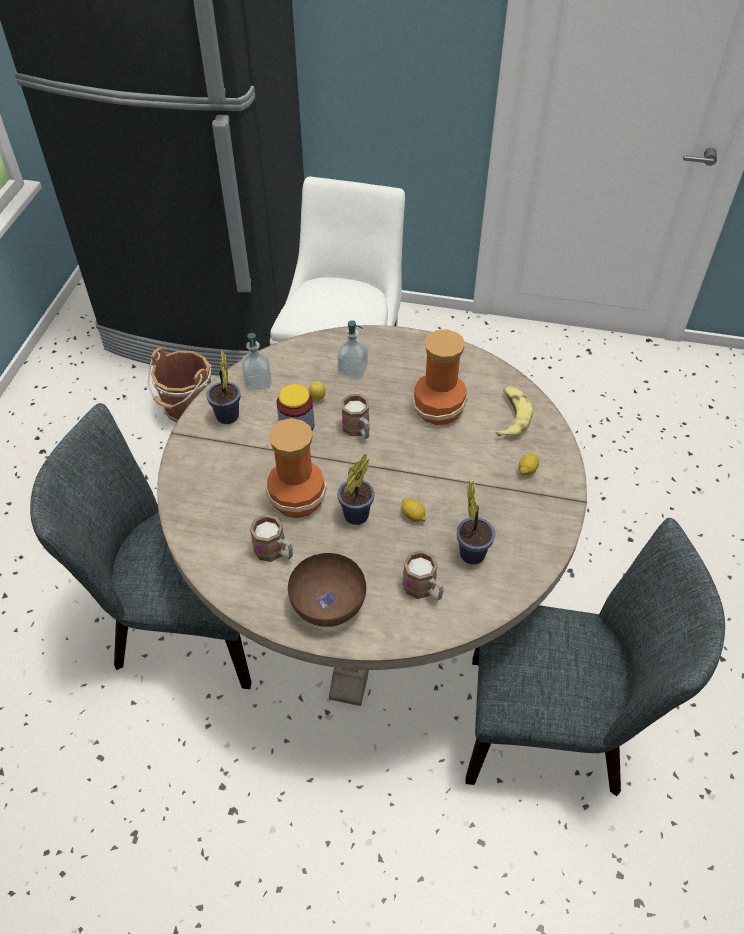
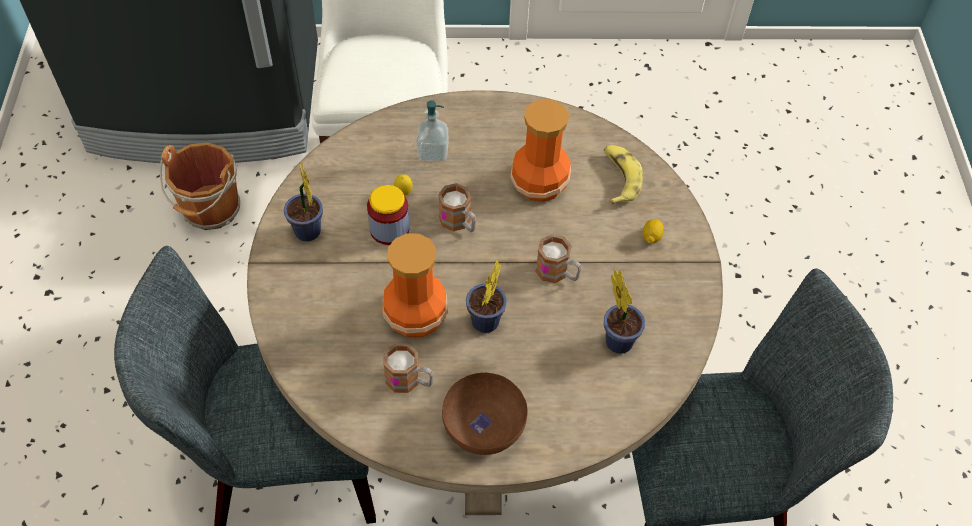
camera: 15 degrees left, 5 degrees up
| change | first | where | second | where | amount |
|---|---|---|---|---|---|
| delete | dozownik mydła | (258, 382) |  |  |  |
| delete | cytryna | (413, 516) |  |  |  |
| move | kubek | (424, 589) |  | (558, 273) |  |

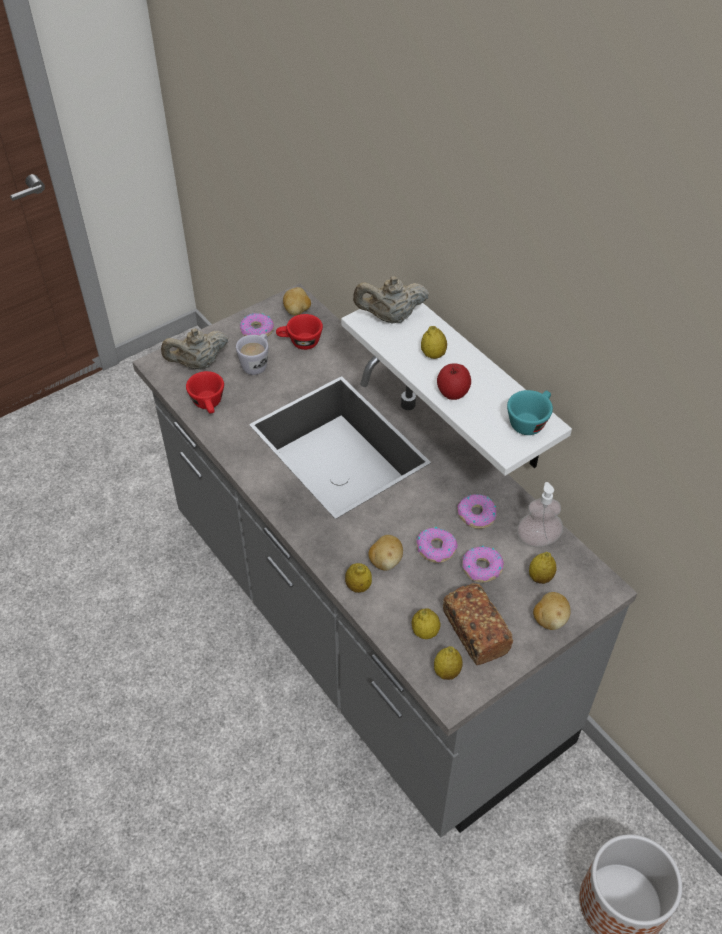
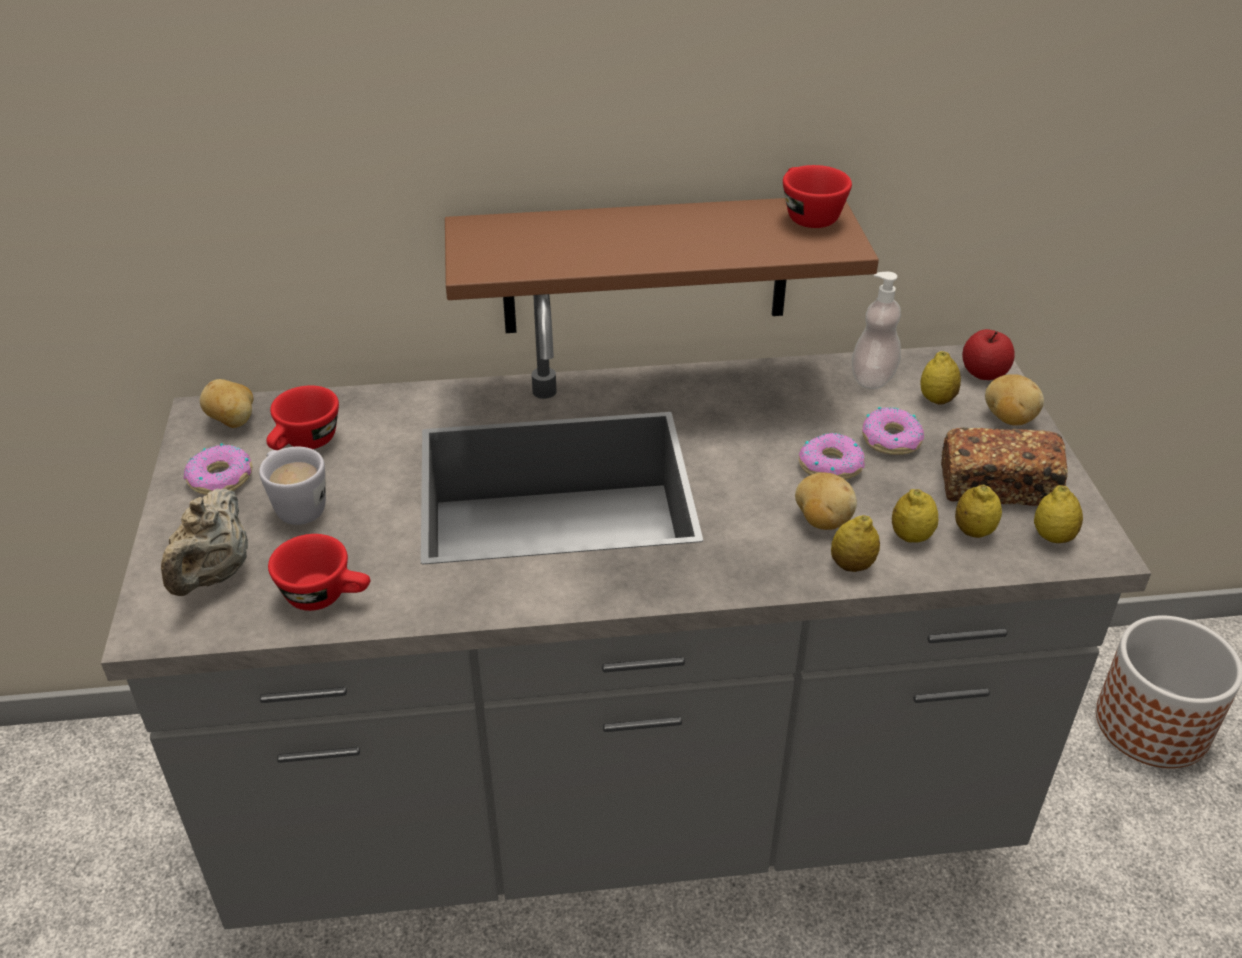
camera: 60 degrees left, 10 degrees down
| change | first | where | second | where | amount |
|---|---|---|---|---|---|
| recolor | półka (biały) | (479, 383) | półka (brązowy) | (646, 265) |  |
| delete | imbryk (beżowy) | (390, 317) |  |  |  |
| move | cytryna | (433, 355) |  | (911, 536) |  |
| move | jabłko | (453, 392) |  | (983, 373) |  |
| delete | donut | (476, 515) |  |  |  |
| recolor | filiżanka (turkusowy) | (529, 421) | filiżanka (czerwony) | (807, 215) |  |

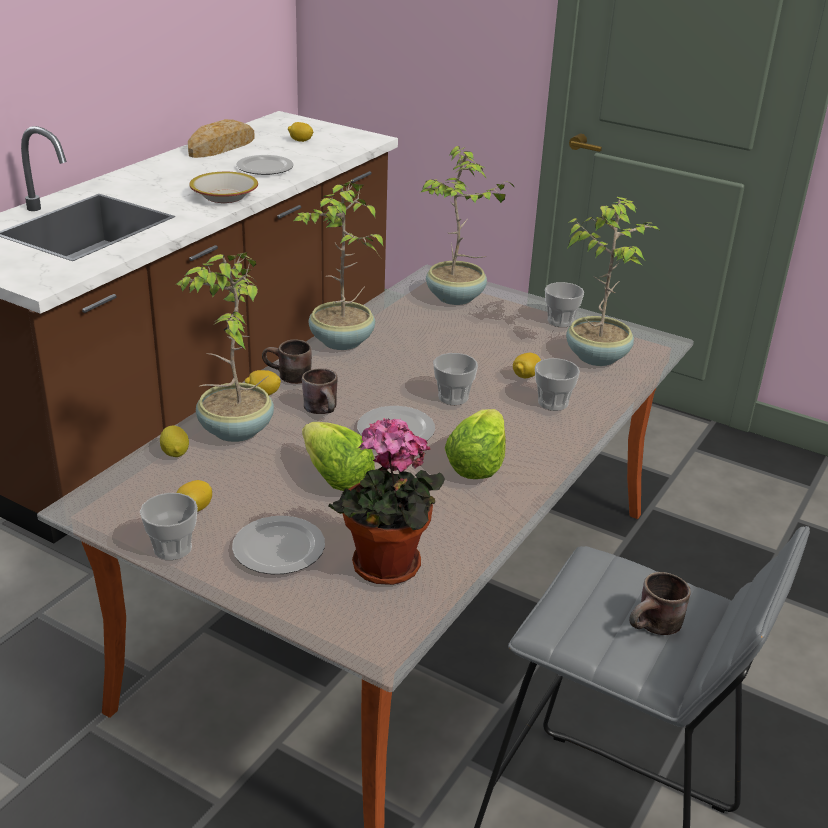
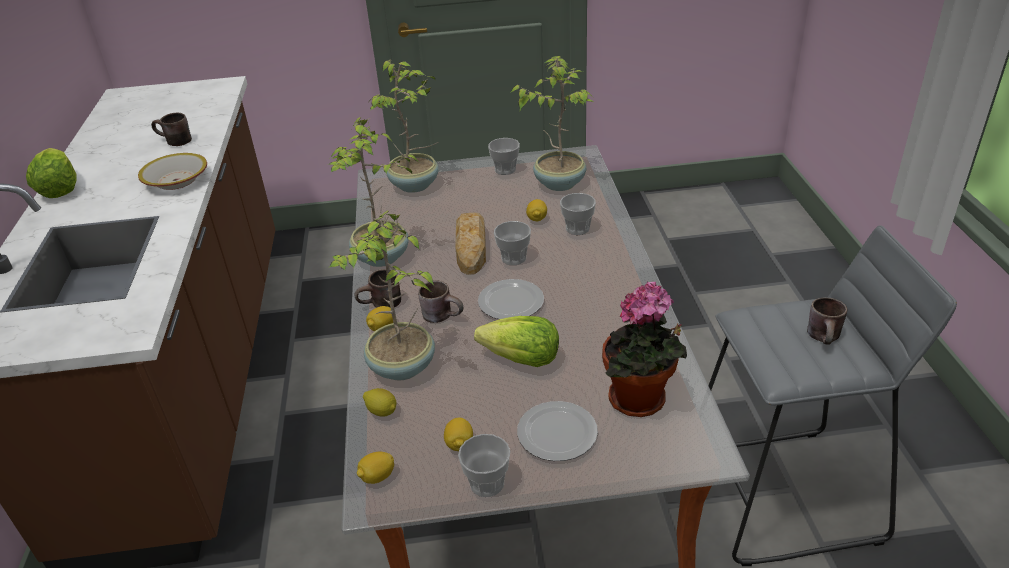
camera: 35 degrees left, 5 degrees up
| change | first | where | second | where | amount |
|---|---|---|---|---|---|
| move | chleb | (222, 147) |  | (471, 247) |  |
| replace | talerz | (265, 168) | kubek (brązowy) | (174, 142) |  |
| move | cytryna | (300, 141) |  | (377, 477) |  |
| move | sałata | (476, 465) |  | (59, 190) |  |

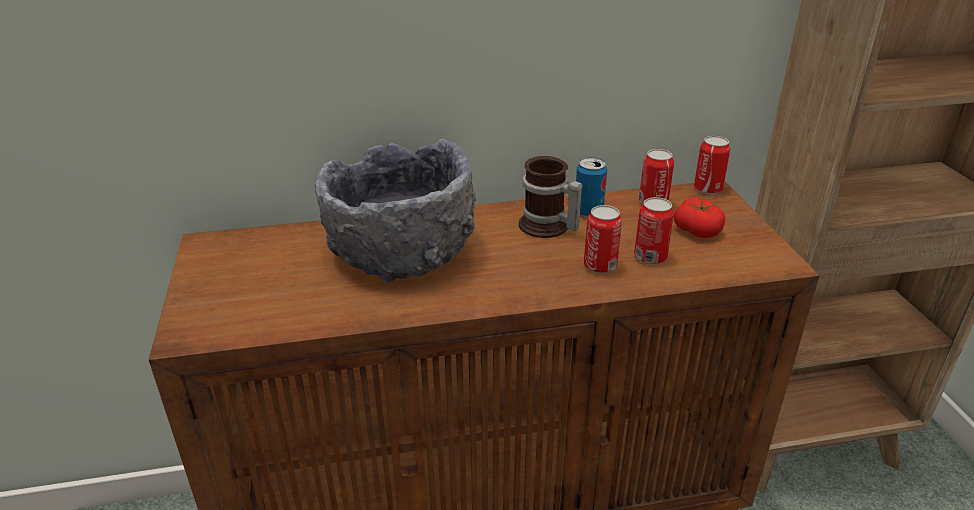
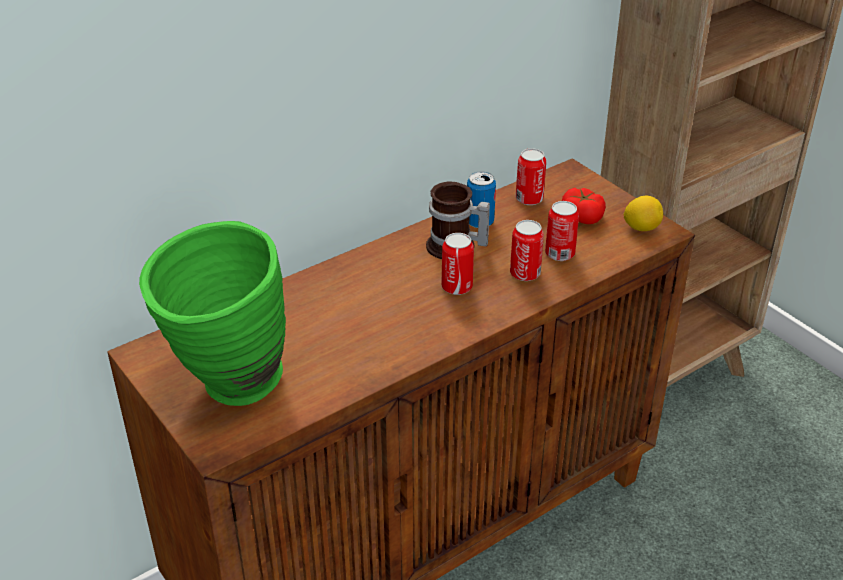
camera: 25 degrees left, 5 degrees up
| change | first | where | second | where | amount |
|---|---|---|---|---|---|
| delete | miska (szary) | (401, 252) |  |  |  |
| move | puszka | (708, 189) |  | (457, 287) |  |
| insert |  |  | wazon (zielony) | (227, 389) |  |
| insert |  |  | cytryna | (641, 228) |  |

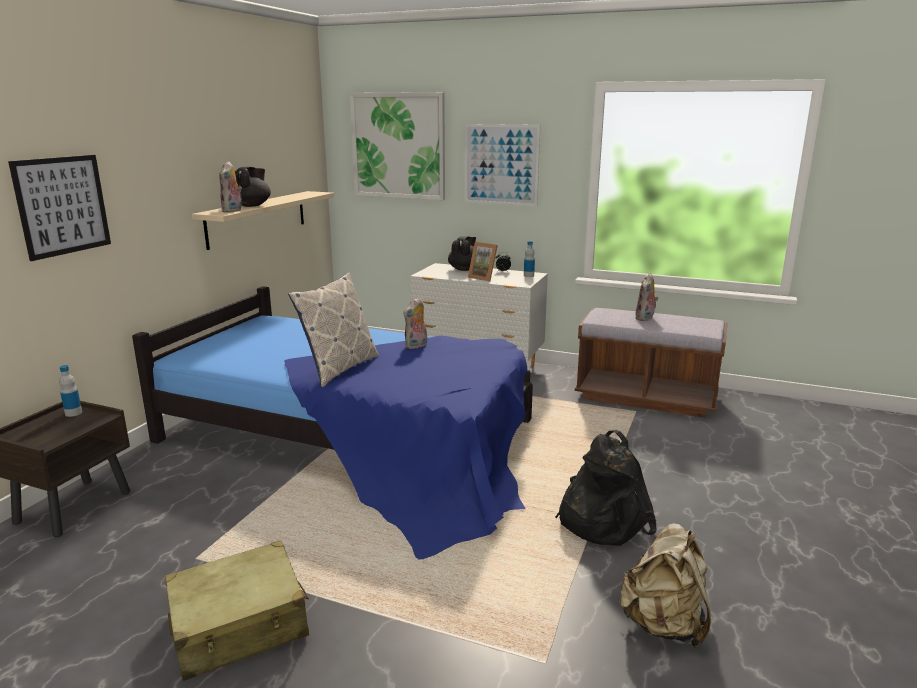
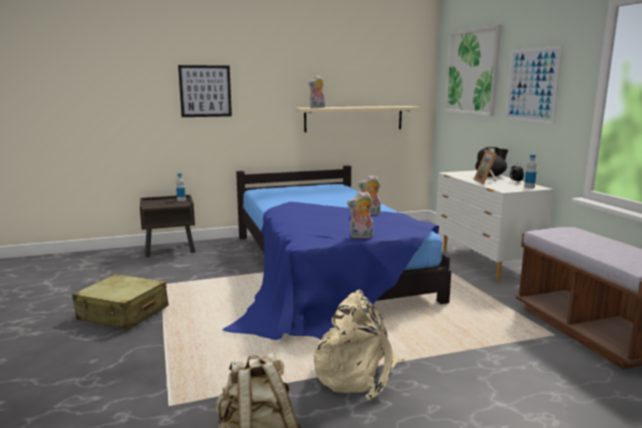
camera: 50 degrees right, 5 degrees down
| change | first | where | second | where | amount |
|---|---|---|---|---|---|
| delete | imbryk (czarny) | (252, 205) |  |  |  |
| delete | poduszka | (339, 368) |  |  |  |
| recolor | plecak (czarny) | (600, 519) | plecak (beżowy) | (357, 373) |  |
| move | pluszak | (645, 318) |  | (361, 237) |  |

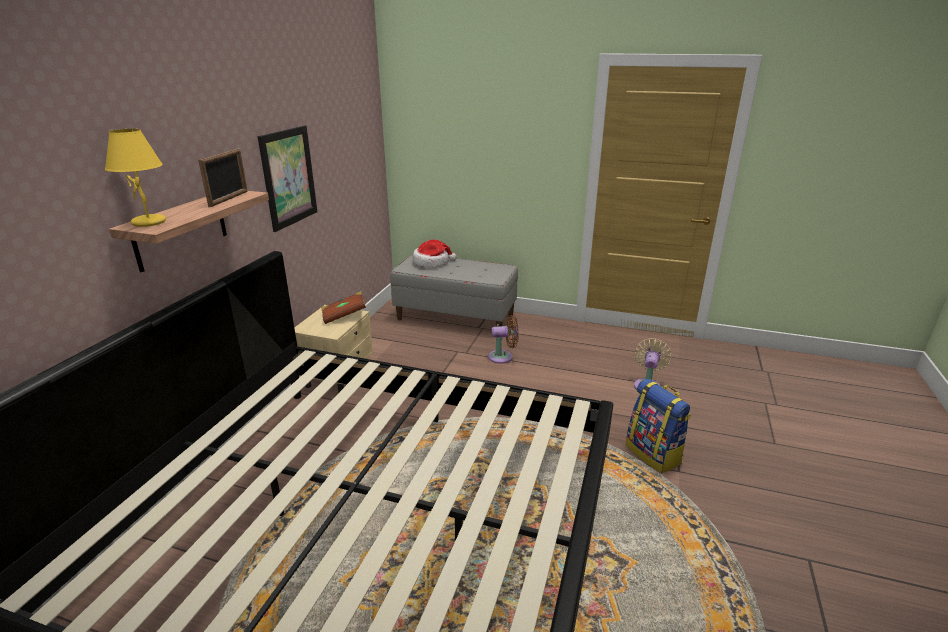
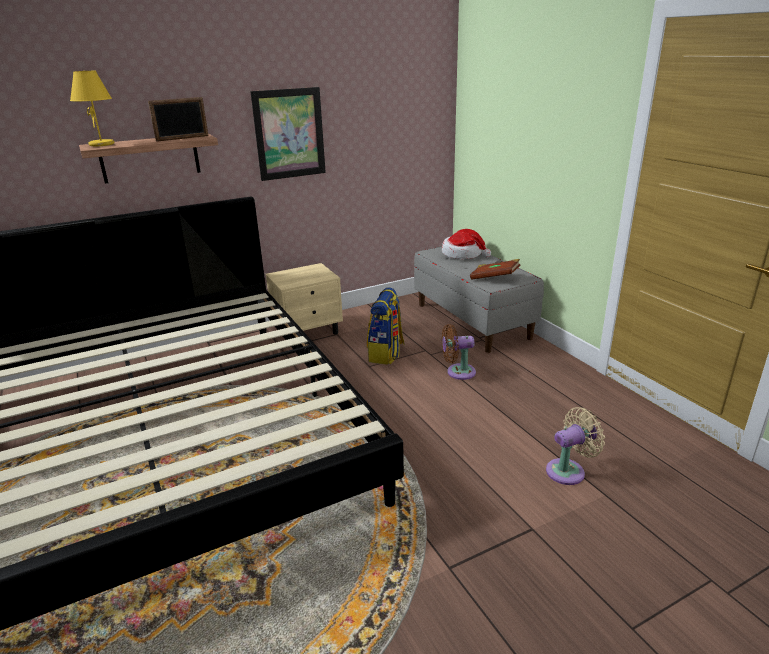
camera: 45 degrees right, 0 degrees up
| change | first | where | second | where | amount |
|---|---|---|---|---|---|
| move | książka (brązowy) | (344, 316) |  | (494, 278) |  |
| rotate | wentylator (brązowy) | (503, 357) |  | (458, 372) | 135 degrees clockwise |
| move | plecak | (654, 454) |  | (386, 354) |  |

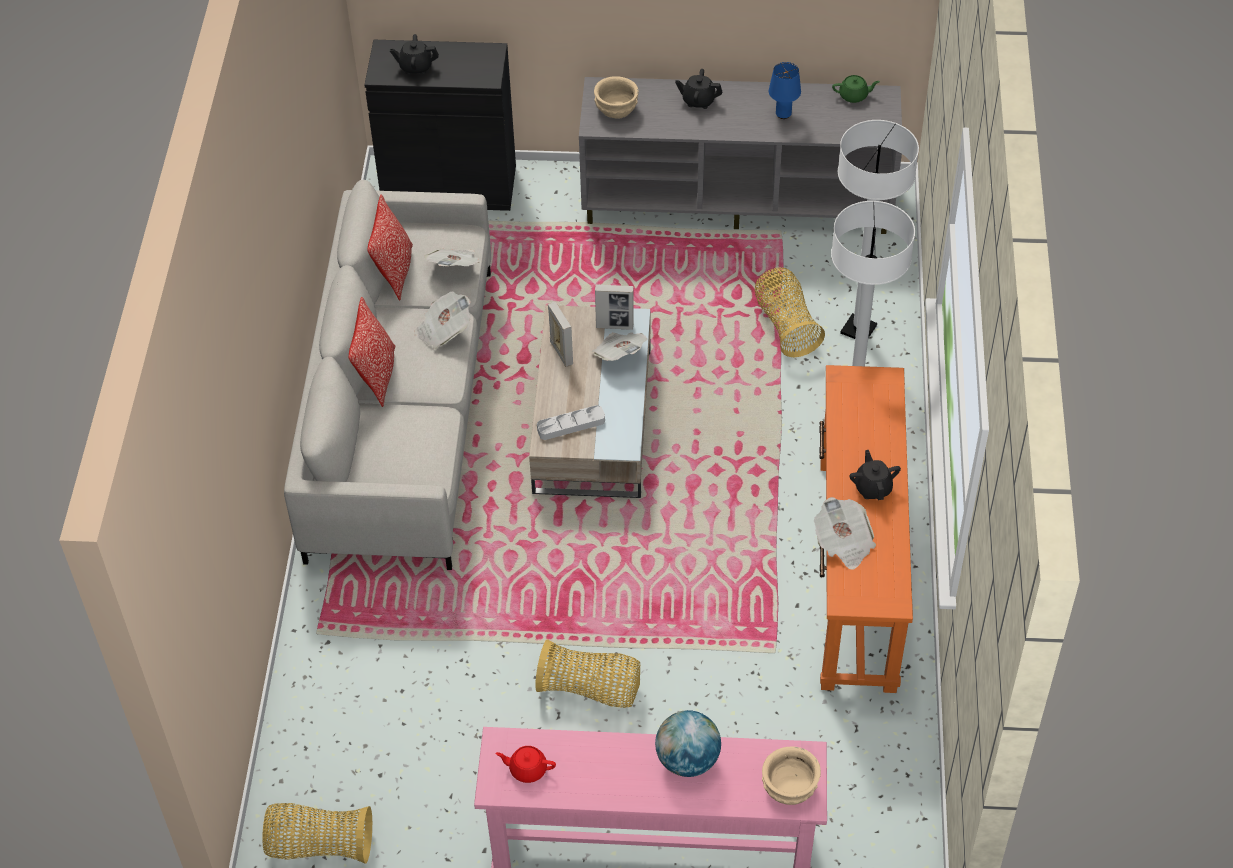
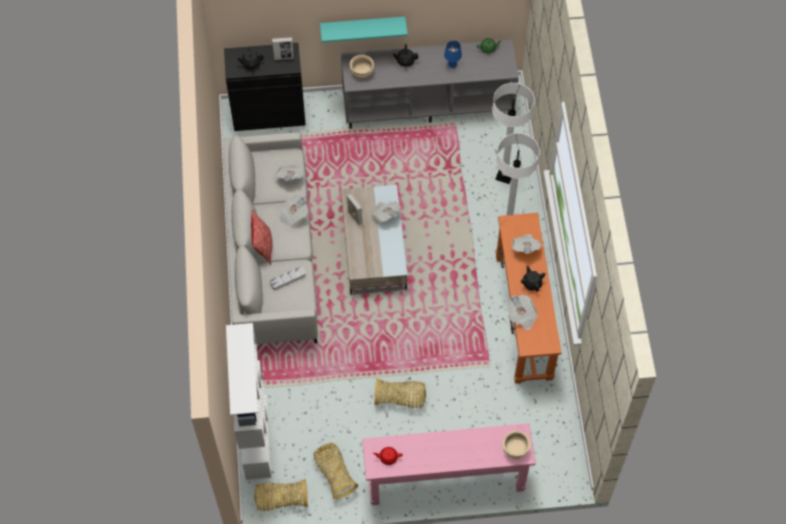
camera: 10 degrees left, 10 degrees up
| change | first | where | second | where | amount |
|---|---|---|---|---|---|
| delete | poduszka | (394, 271) |  |  |  |
| move | taca (szary) | (571, 425) |  | (288, 279) |  |
| move | ramka na zdjęcie | (614, 326) |  | (284, 57) |  |
| delete | globus | (687, 760) |  |  |  |
| move | koszyk | (786, 325) |  | (335, 474) |  |
| insert |  |  | regał (biały) | (255, 436) |  |
| insert |  |  | półka (turkusowy) | (362, 26) |  |
| insert |  |  | gazeta | (525, 247) |  |

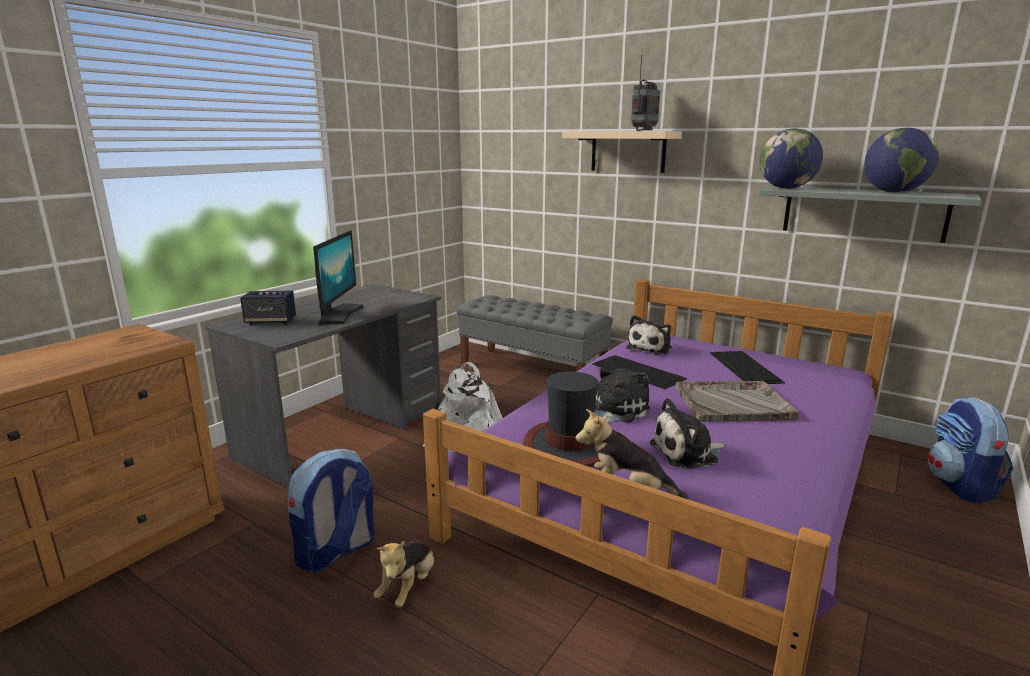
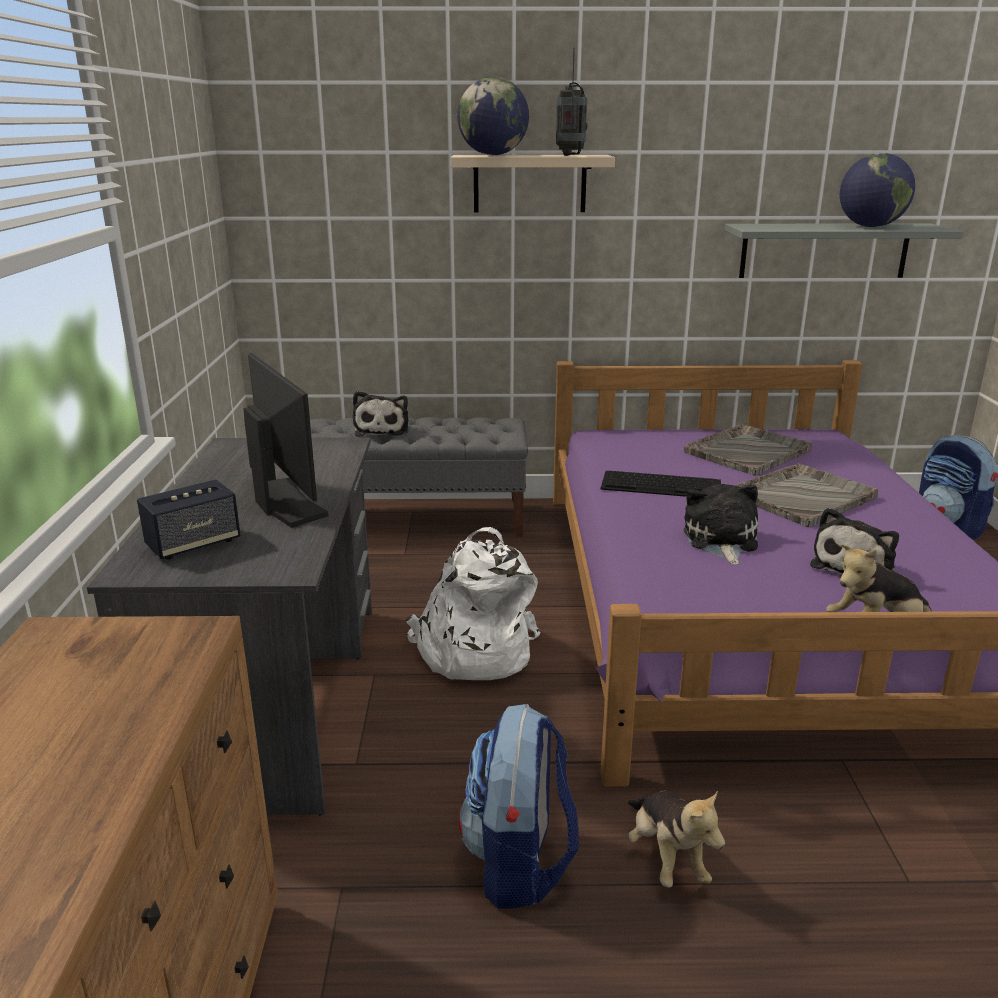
camera: 35 degrees left, 5 degrees up
| change | first | where | second | where | amount |
|---|---|---|---|---|---|
| delete | kapelusz | (569, 447) |  |  |  |
| move | pluszak | (650, 348) |  | (382, 429) |  |
| replace | klawiatura | (745, 367) | taca (szary) | (748, 451) |  |
| move | globus | (786, 188) |  | (493, 155) |  |

